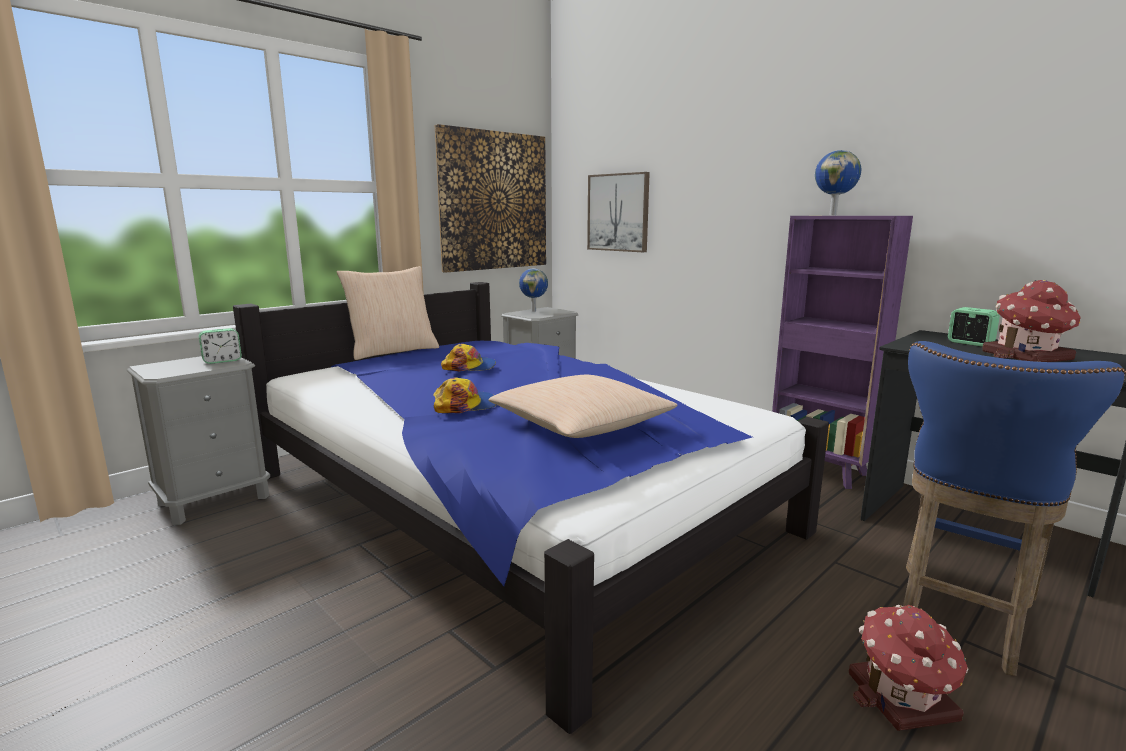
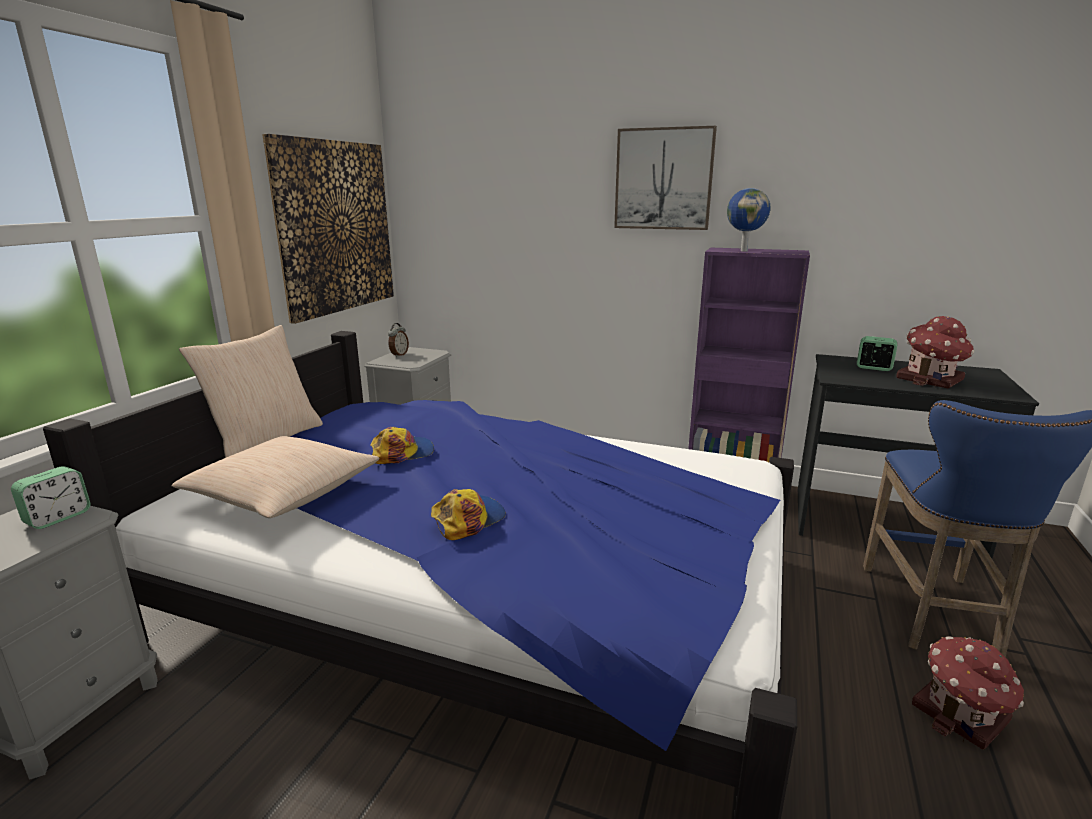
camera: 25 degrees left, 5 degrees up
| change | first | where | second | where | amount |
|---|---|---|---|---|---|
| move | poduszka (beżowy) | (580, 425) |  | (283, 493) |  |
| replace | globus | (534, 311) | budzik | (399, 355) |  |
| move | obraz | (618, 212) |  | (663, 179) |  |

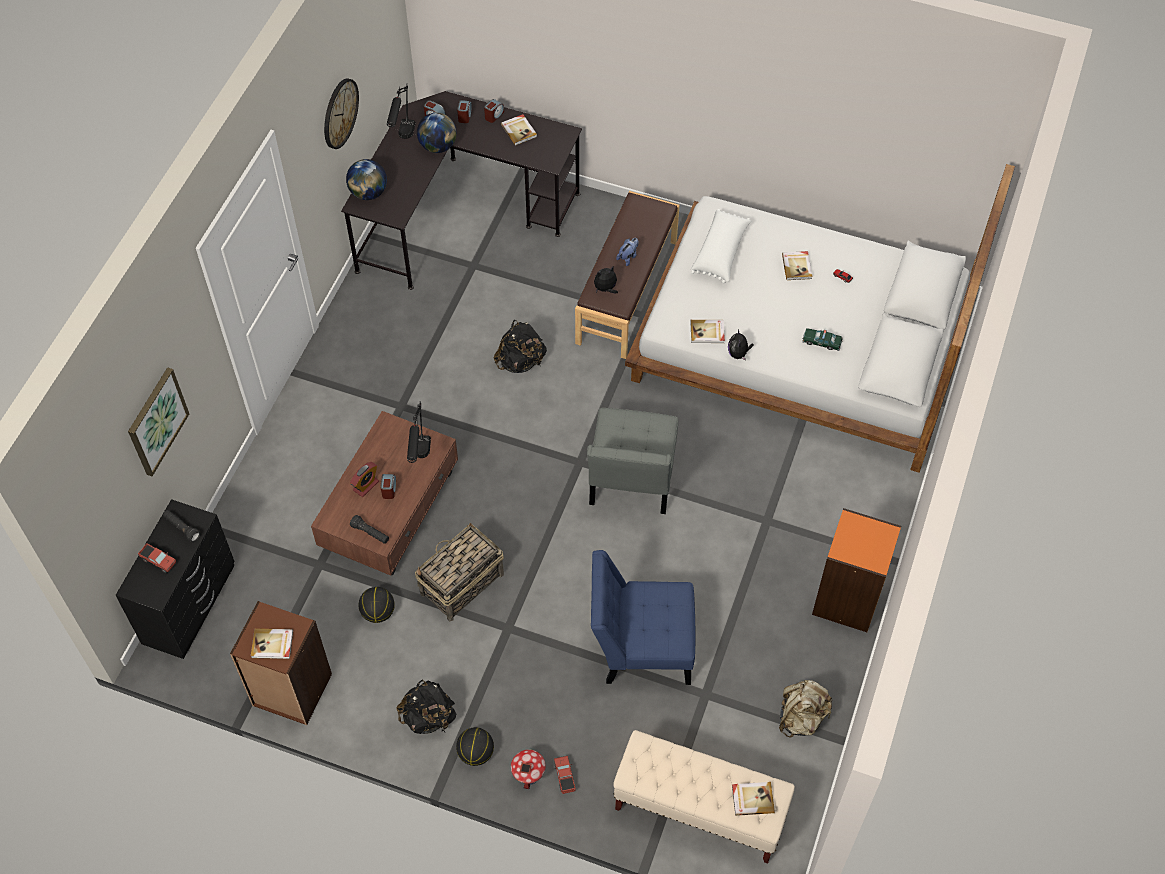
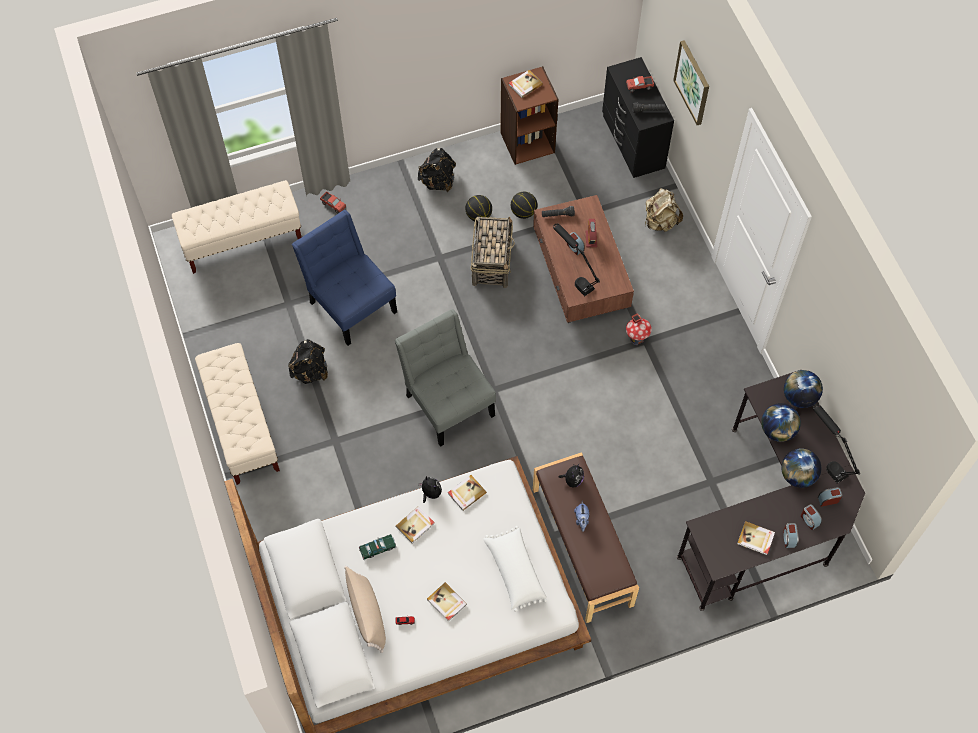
camera: 140 degrees right, 5 degrees up
| change | first | where | second | where | amount |
|---|---|---|---|---|---|
| delete | zegar ścienny | (340, 113) |  |  |  |
| move | piłka do koszykówki | (475, 753) |  | (479, 215) |  |
| move | plecak (czarny) | (520, 361) |  | (310, 371) |  |
| move | domek | (528, 776) |  | (636, 339) |  |
| rotate | krzesło (niebieski) | (641, 646) |  | (350, 303) | 90 degrees counterclockwise |
| move | książka | (752, 799) |  | (415, 525) |  |
| move | plecak (beżowy) | (801, 718) |  | (660, 221) |  |
| replace | regał (pomarańczowy) | (848, 599) | ławka (beżowy) | (242, 425) |  |
| insert |  |  | poduszka (beżowy) | (367, 613) |  |
| insert |  |  | globus | (777, 430) |  |

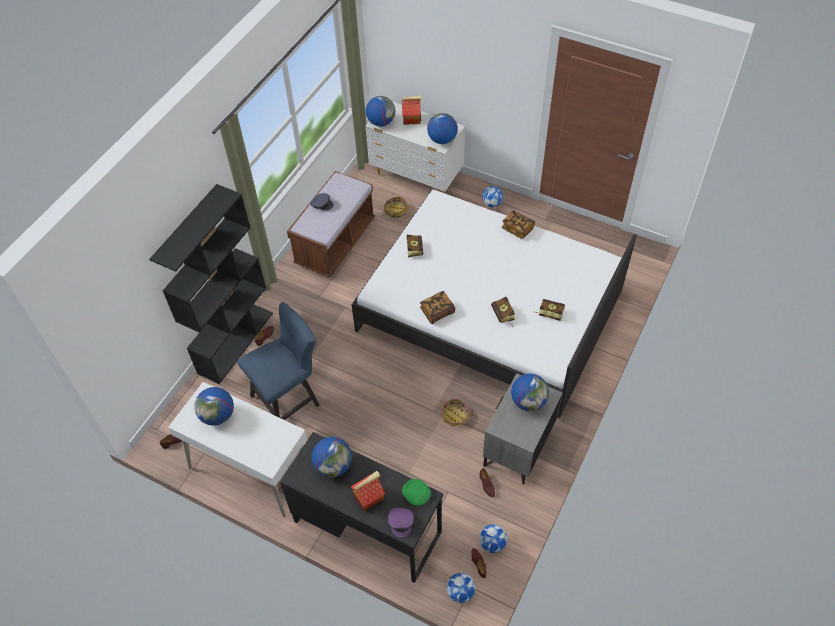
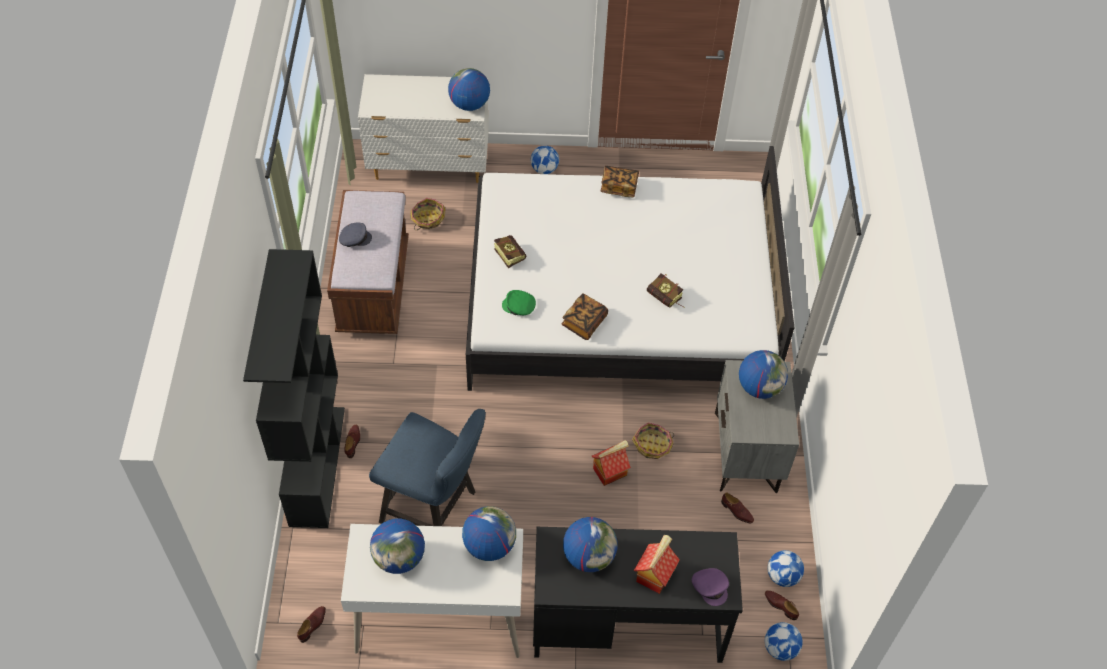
camera: 30 degrees left, 0 degrees up
| change | first | where | second | where | amount |
|---|---|---|---|---|---|
| rotate | krzesło (niebieski) | (290, 399) |  | (435, 508) | 90 degrees clockwise |
| move | globus | (381, 122) |  | (489, 545) |  |
| move | domek | (412, 119) |  | (610, 471) |  |
| move | czapka z daszkiem (zielony) | (415, 494) |  | (519, 307) |  |
| delete | książka | (548, 312) |  |  |  |

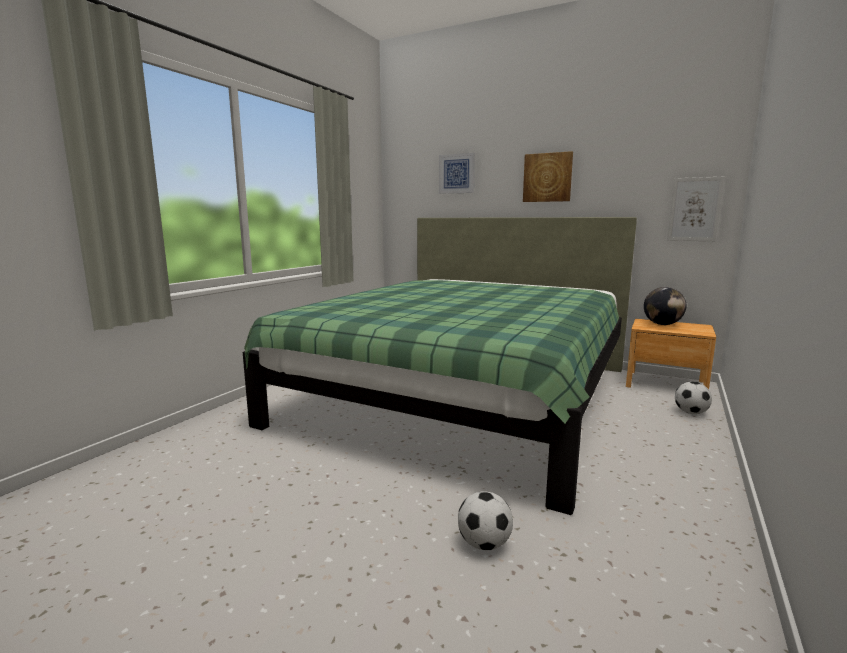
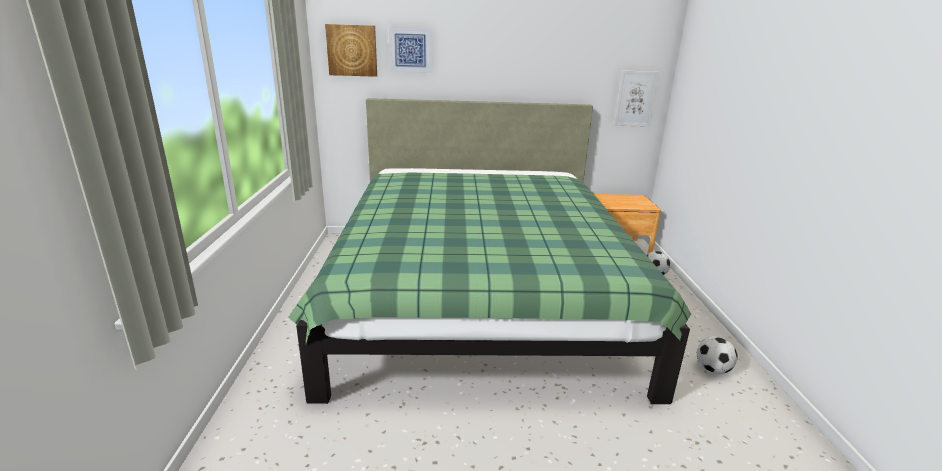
camera: 30 degrees left, 10 degrees up
| change | first | where | second | where | amount |
|---|---|---|---|---|---|
| move | piłka futbolowa | (484, 544) |  | (712, 369) |  |
| move | obraz | (547, 177) |  | (352, 50) |  |
| delete | globus | (662, 324) |  |  |  |

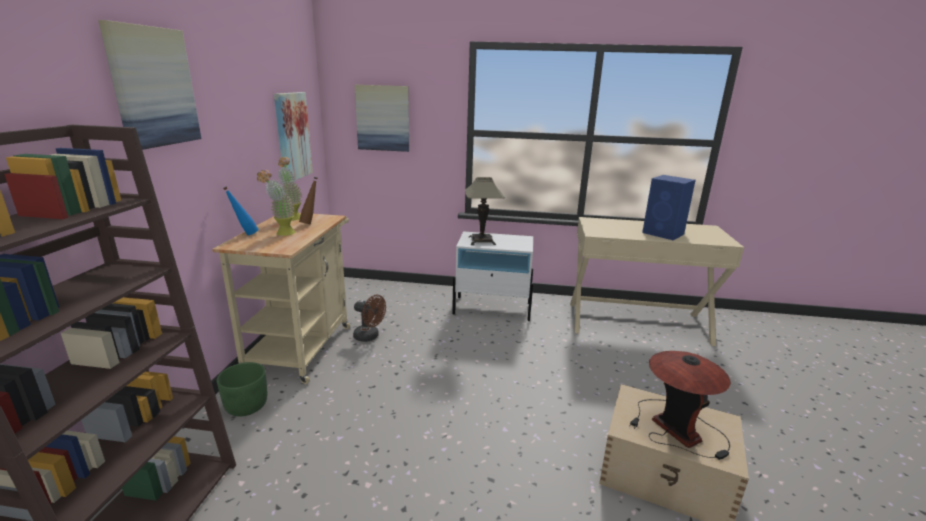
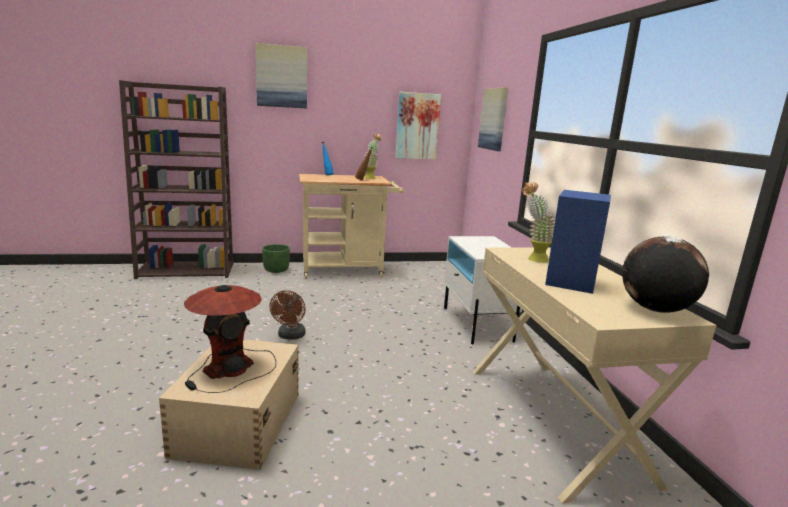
camera: 70 degrees right, 5 degrees down
| change | first | where | second | where | amount |
|---|---|---|---|---|---|
| move | roślina doniczkowa | (281, 234) |  | (532, 259) |  |
| move | wentylator (brązowy) | (369, 337) |  | (290, 336) |  |
| delete | lampa stołowa | (482, 241) |  |  |  |
| insert |  |  | globus | (655, 309) |  |

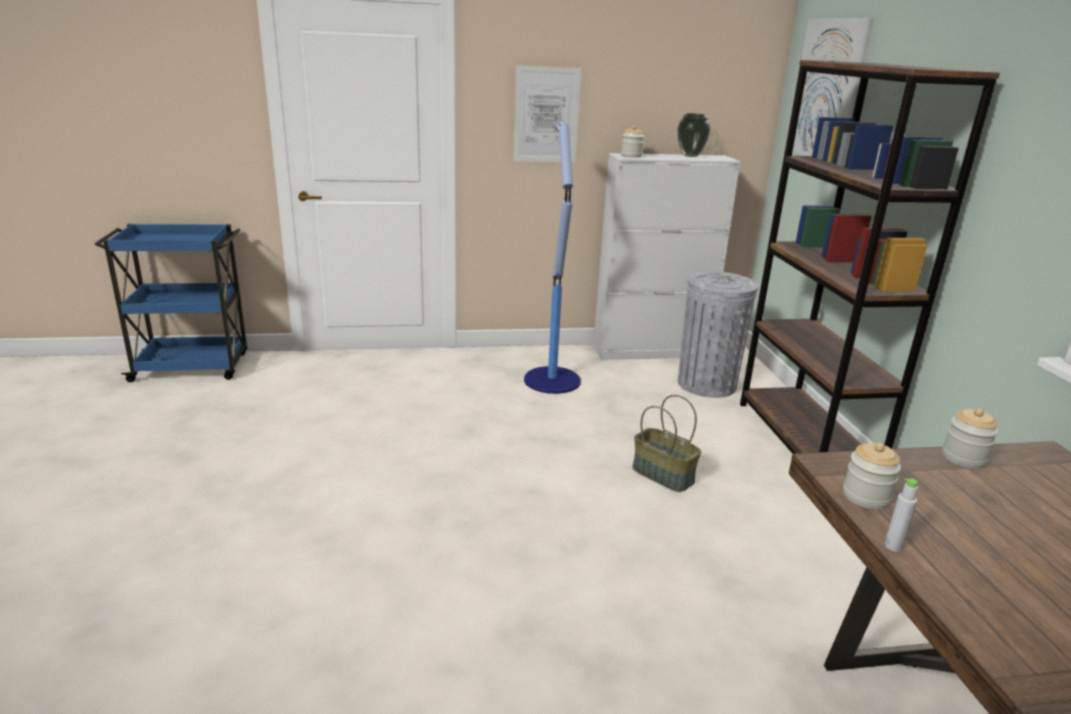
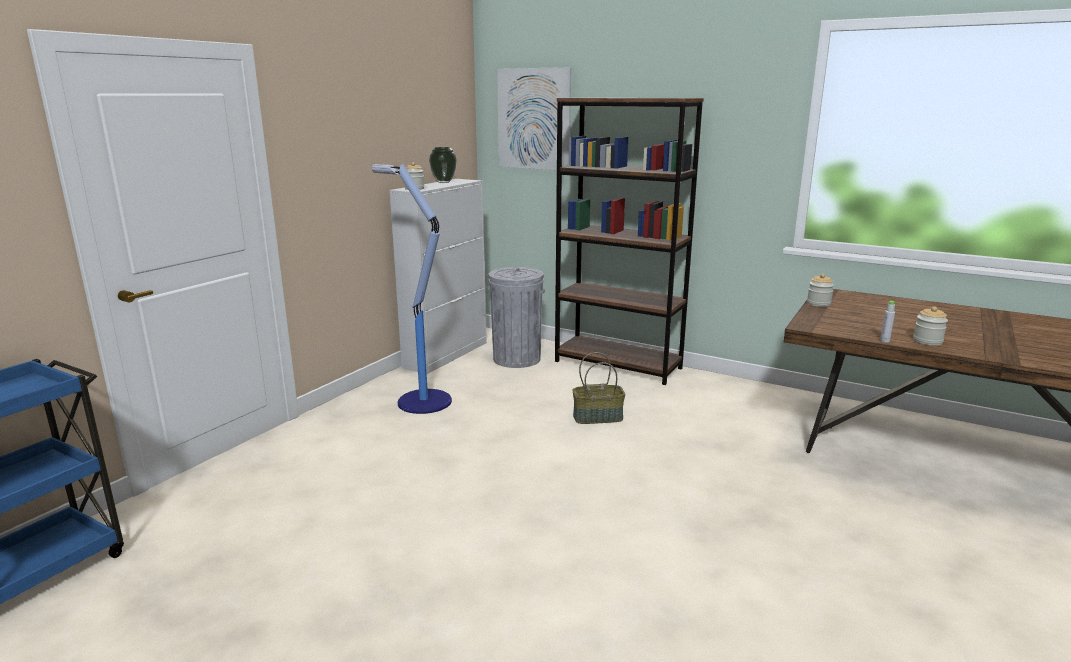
camera: 50 degrees left, 5 degrees down
| change | first | where | second | where | amount |
|---|---|---|---|---|---|
| delete | obraz | (546, 115) |  |  |  |
| move | słoik | (866, 496) |  | (927, 341) |  |

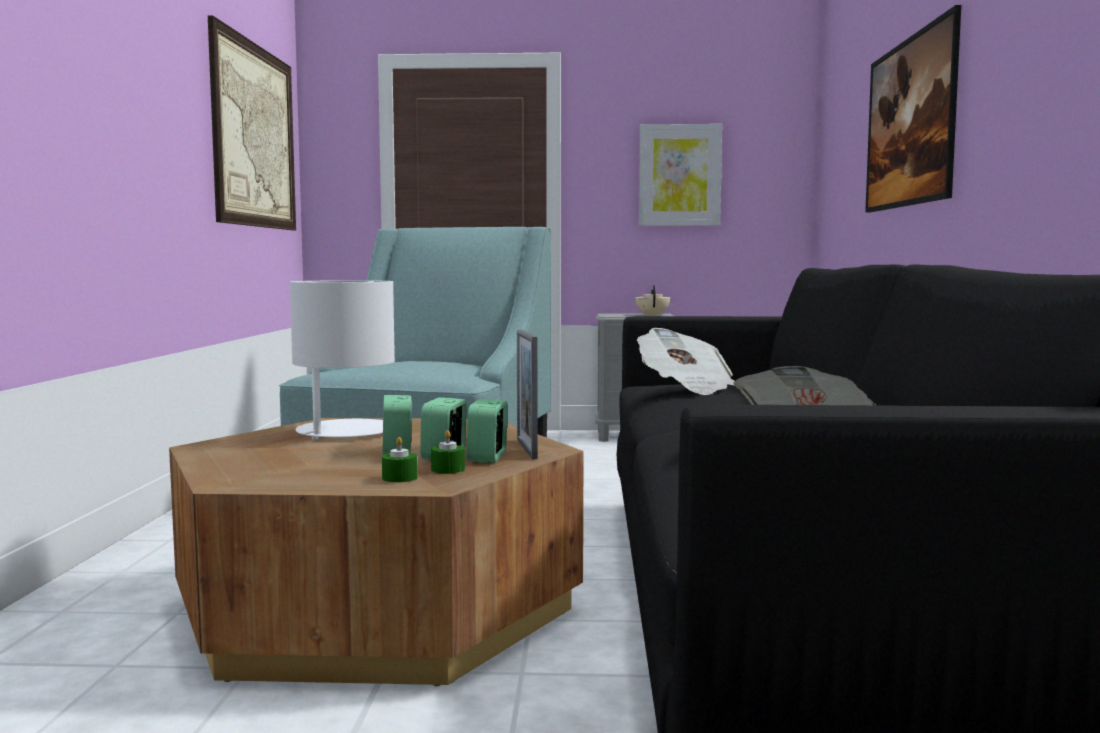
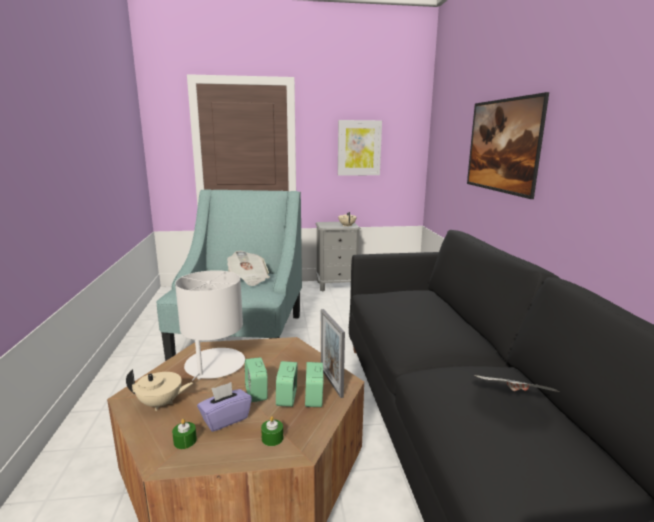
camera: 10 degrees left, 10 degrees up
| change | first | where | second | where | amount |
|---|---|---|---|---|---|
| delete | obraz | (255, 136) |  |  |  |
| move | świeca (zielony) | (448, 470) |  | (185, 441) |  |
| move | gazeta | (685, 388) |  | (249, 279) |  |
| insert |  |  | imbryk (beżowy) | (161, 403) |  |
| insert |  |  | pudełko chusteczek (fioletowy) | (225, 419) |  |

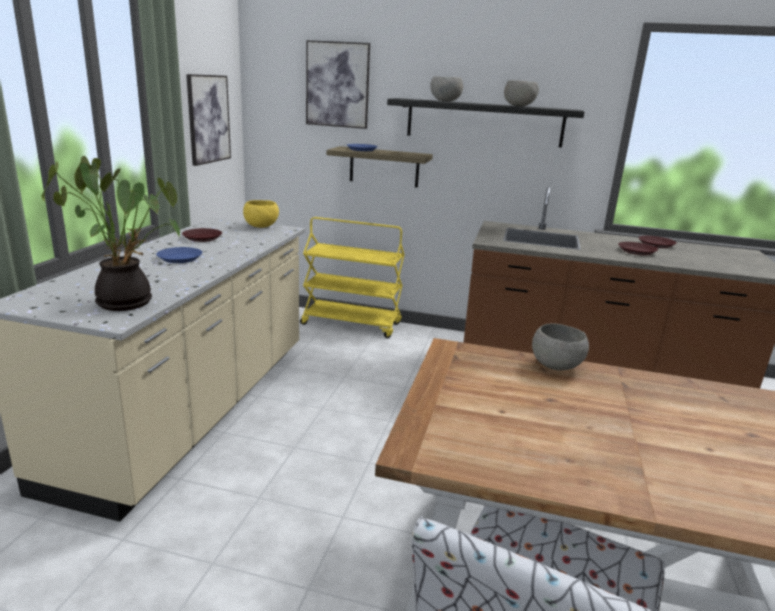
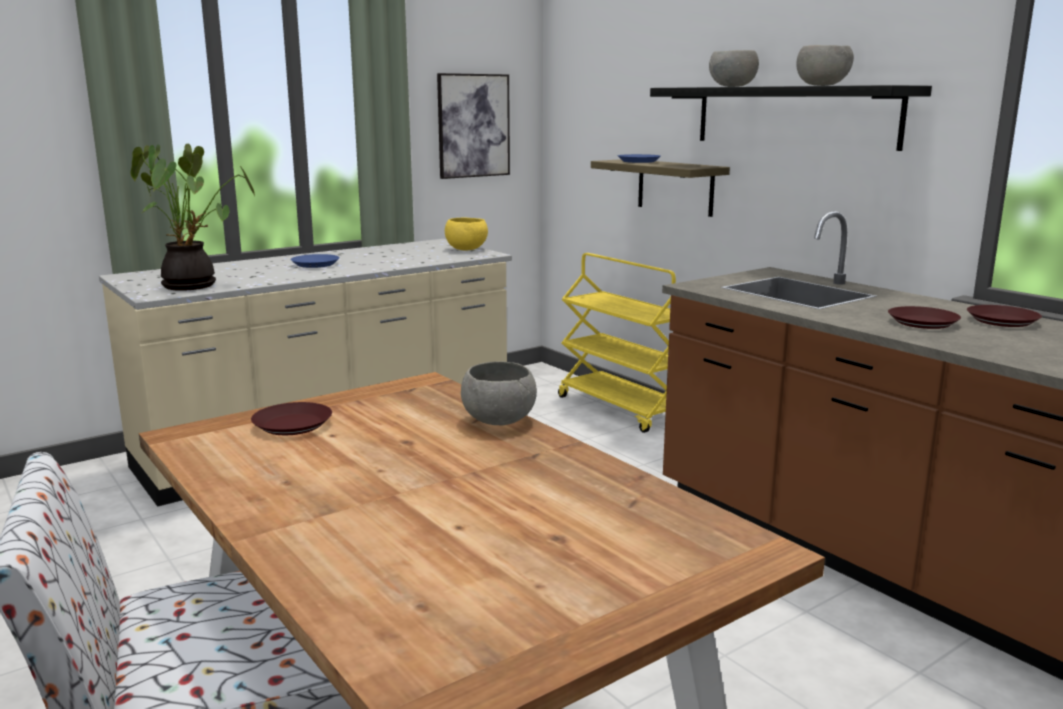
camera: 40 degrees right, 5 degrees down
| change | first | where | second | where | amount |
|---|---|---|---|---|---|
| move | talerz (brązowy) | (203, 238) |  | (293, 425) |  |
| delete | obraz | (337, 85) |  |  |  |

